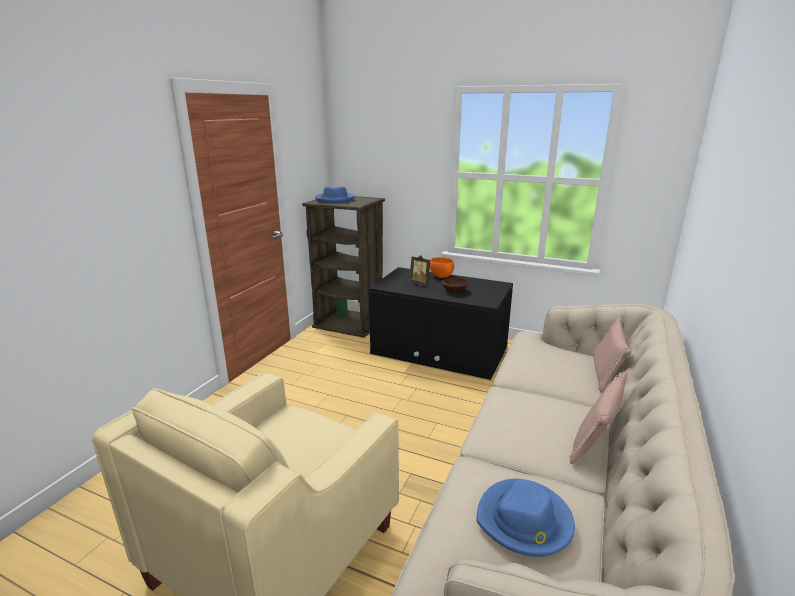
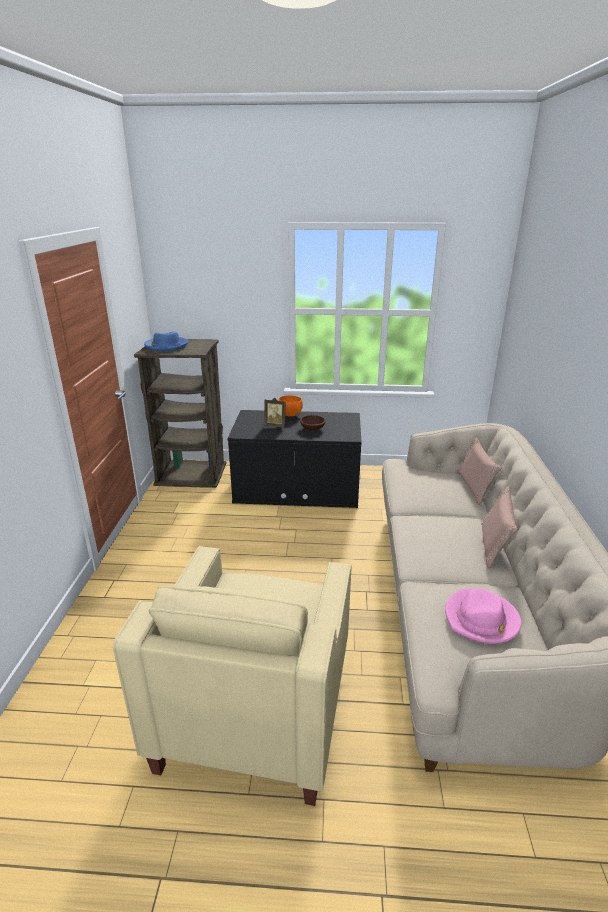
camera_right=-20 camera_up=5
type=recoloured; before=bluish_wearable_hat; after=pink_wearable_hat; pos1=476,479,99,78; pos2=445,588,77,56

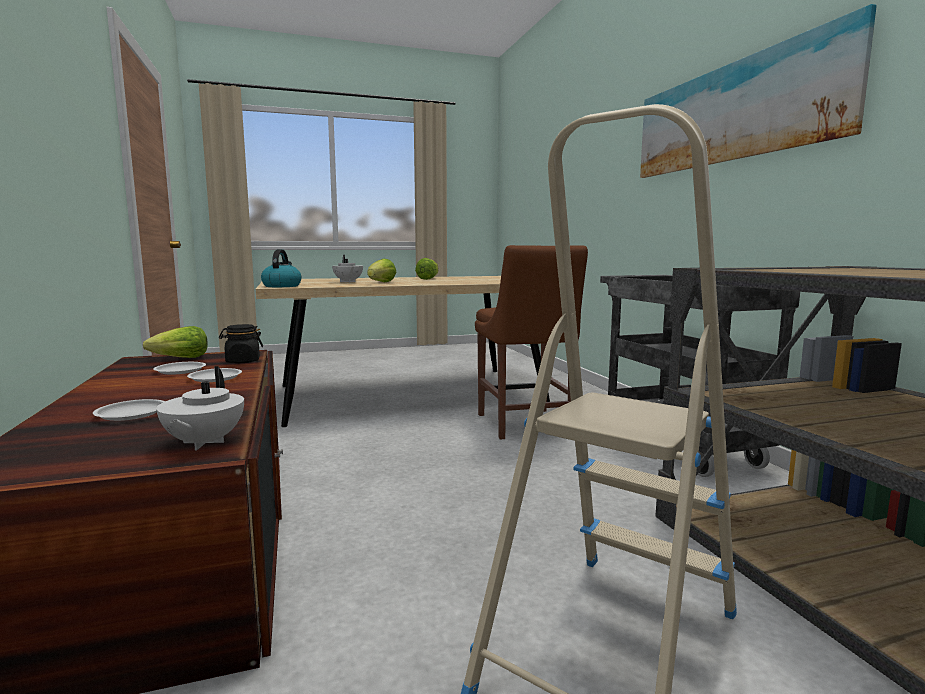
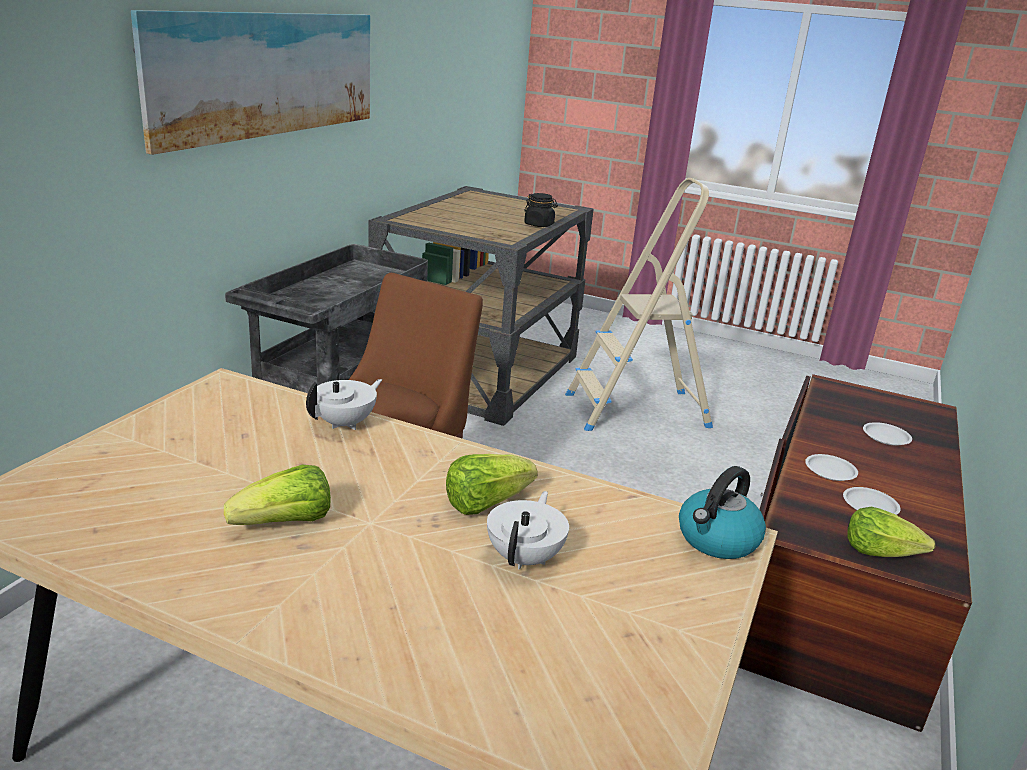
camera_right=-140 camera_up=15
type=moved; before=blackish_preserve_jar; pos1=219,324,44,39; pos2=524,193,34,34
type=moved; before=white_teapot; pos1=156,366,88,84; pos2=306,379,76,51

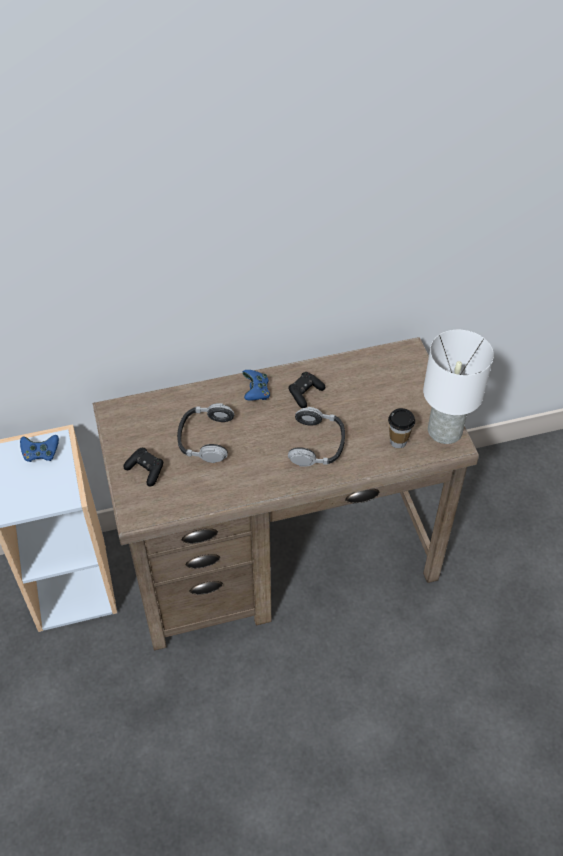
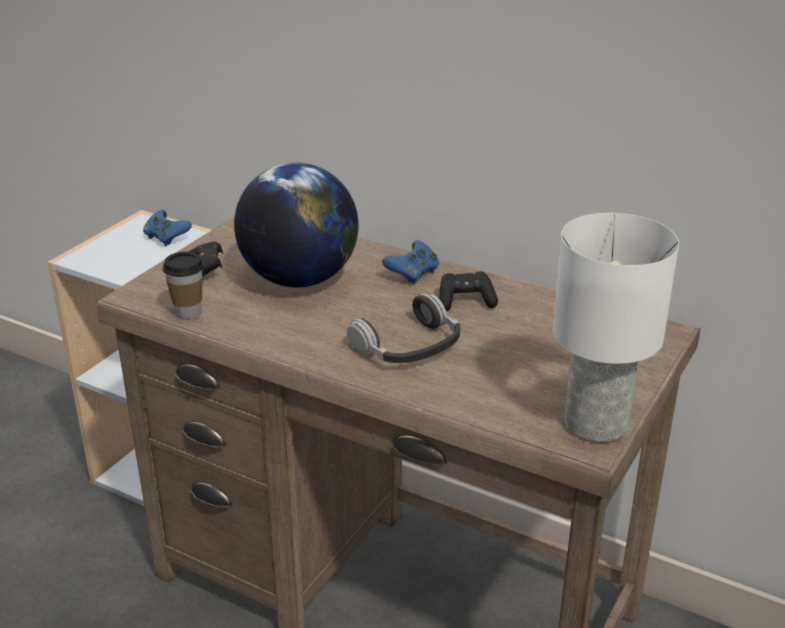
camera_right=45 camera_up=-20
type=replaced; before=headphones; after=globe; pos1=177,403,57,60; pos2=234,163,125,125
type=moved; before=cup; pos1=388,408,27,40; pos2=162,252,42,67

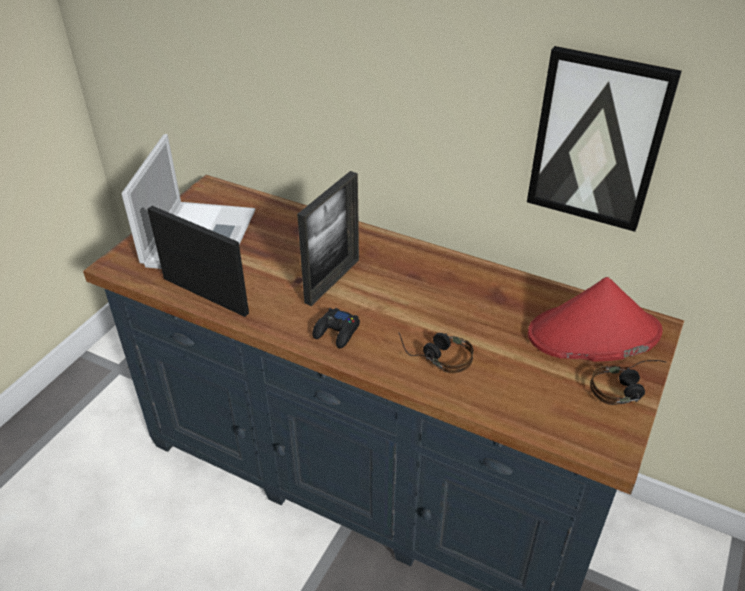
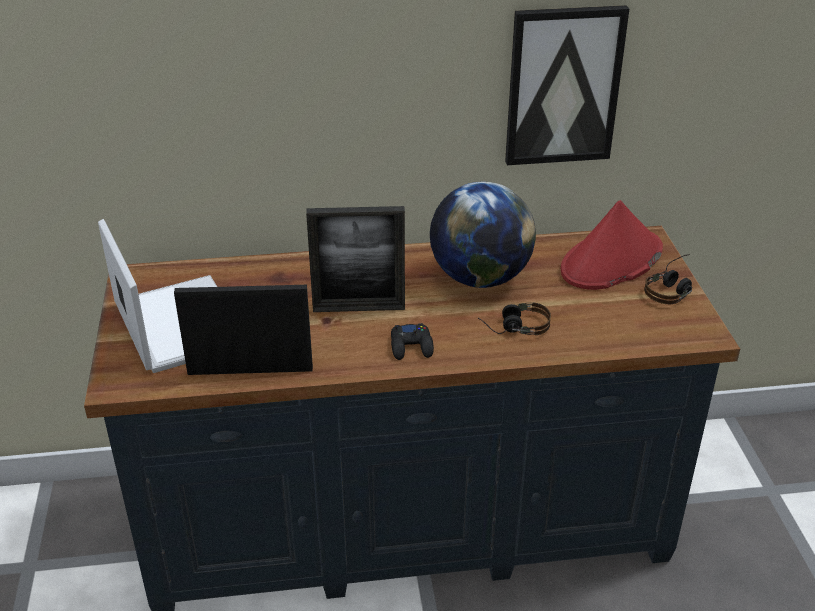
camera_right=-35 camera_up=-5
type=turned; before=photo_frame; pos1=297,171,62,135; pos2=306,206,99,106; turn=90
type=added; after=globe; pos2=430,182,106,106

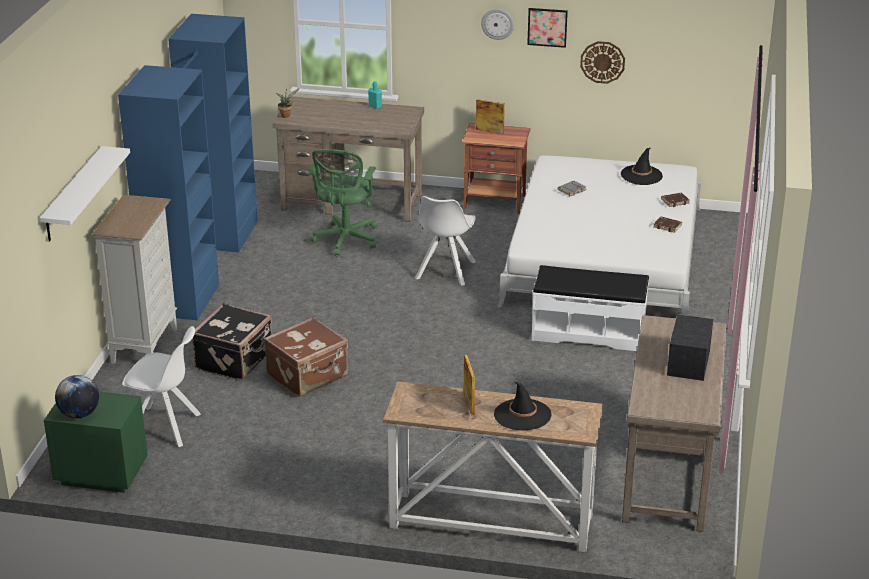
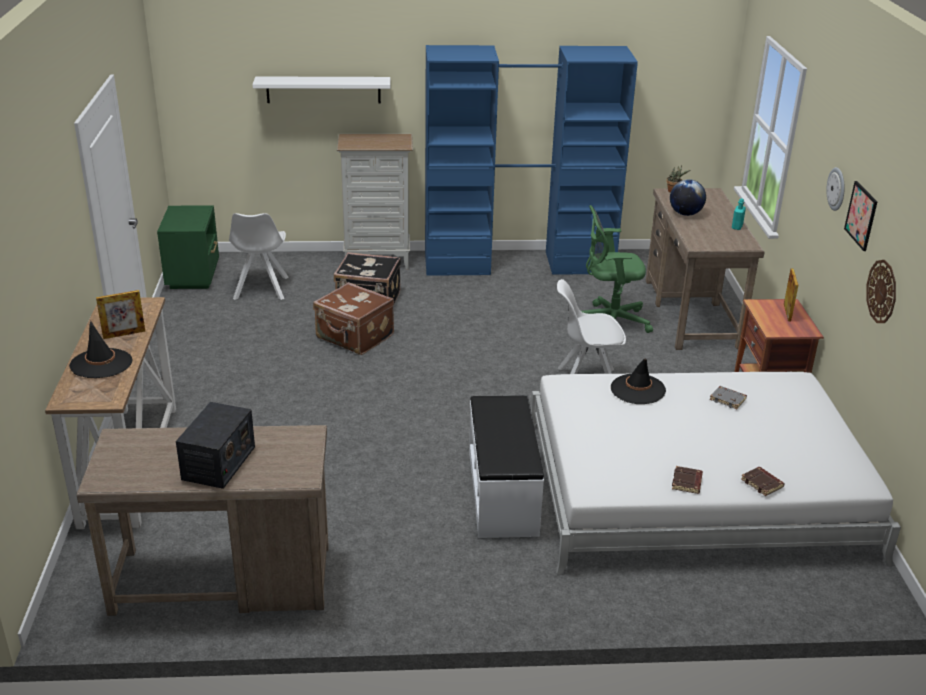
camera_right=75 camera_up=0
type=moved; before=blackish_wearable_hat; pos1=621,148,42,37; pos2=611,359,55,45
type=turned; before=radio_receiver; pos1=667,314,46,67; pos2=176,402,79,87; turn=105
type=moved; before=globe; pos1=55,375,44,43; pos2=670,179,36,37

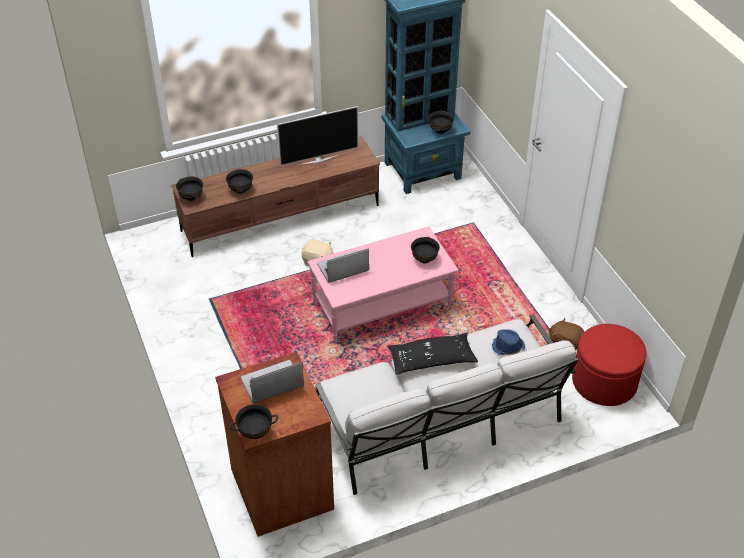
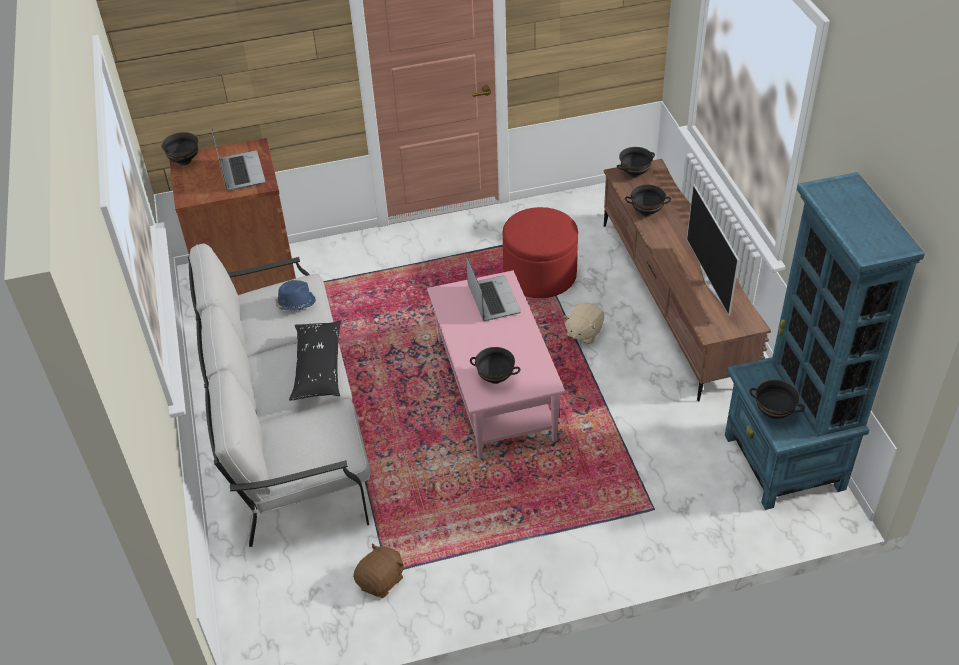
camera_right=100 camera_up=0
type=moved; before=red_ottoman; pos1=572,324,74,82; pos2=502,207,76,91
type=moved; before=bluish_wearable_hat; pos1=492,329,33,27; pos2=275,280,41,31

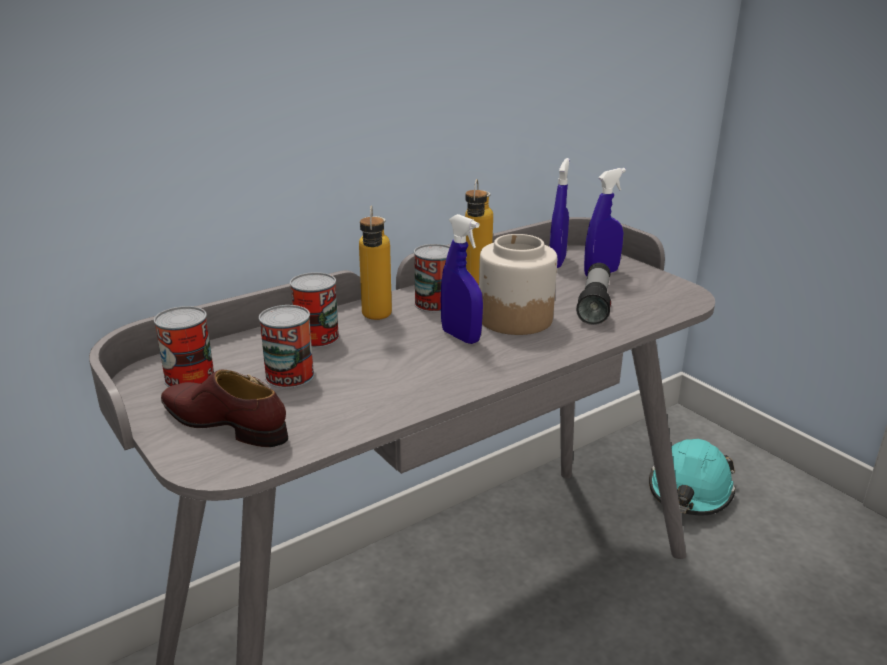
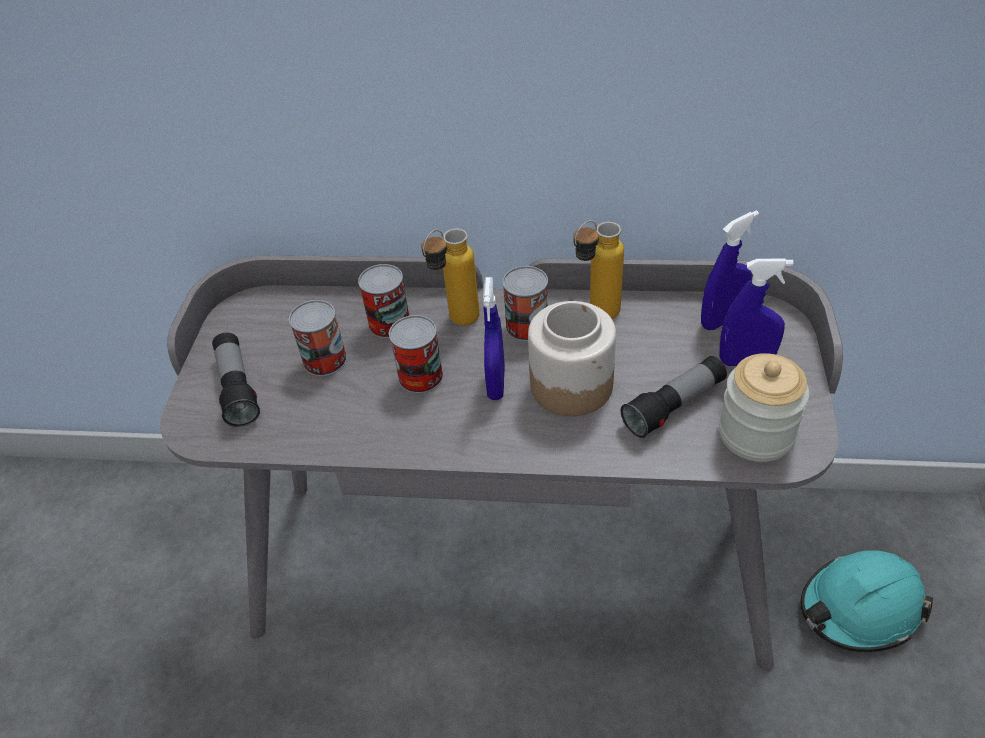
camera_right=45 camera_up=20
type=moved; before=metal_can; pos1=154,306,60,81; pos2=389,315,54,79
type=replaced; before=brownish_low_shoe; after=torch; pos1=161,370,127,77; pos2=212,333,48,94
type=added; after=preserve_jar; pos2=719,353,90,109

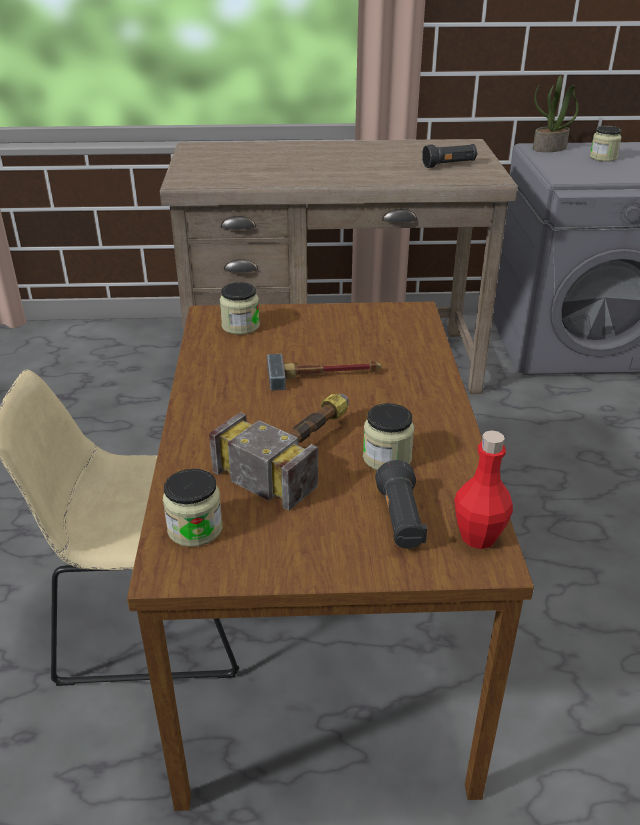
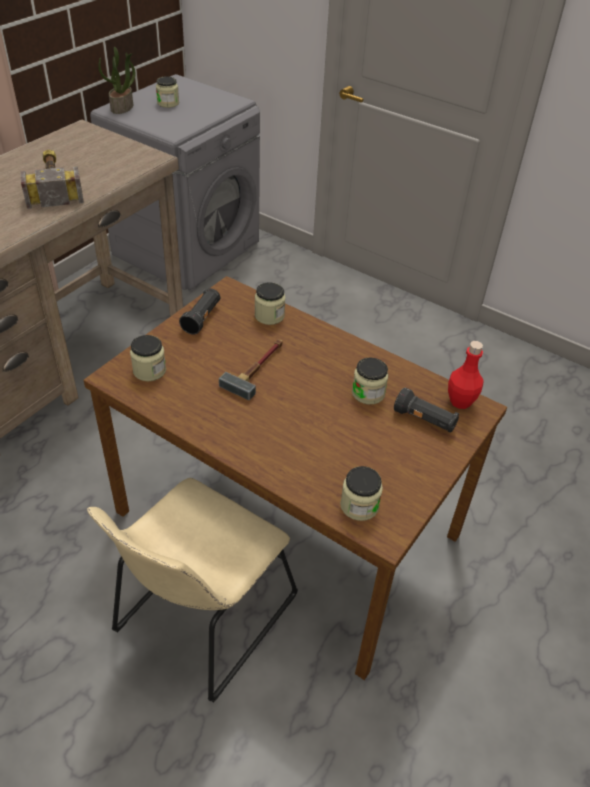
camera_right=-55 camera_up=10
type=moved; before=blackish_torch; pos1=422,144,55,24; pos2=179,288,41,46
type=moved; before=hand_hammer; pos1=209,394,140,117; pos2=21,149,63,60
type=added; after=preserve_jar; pos2=255,282,30,43

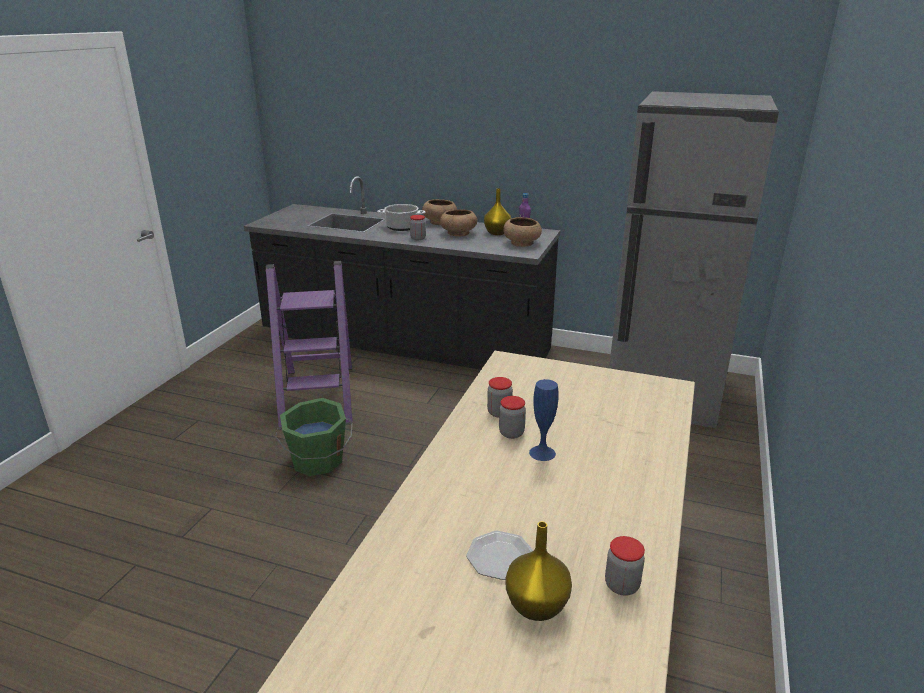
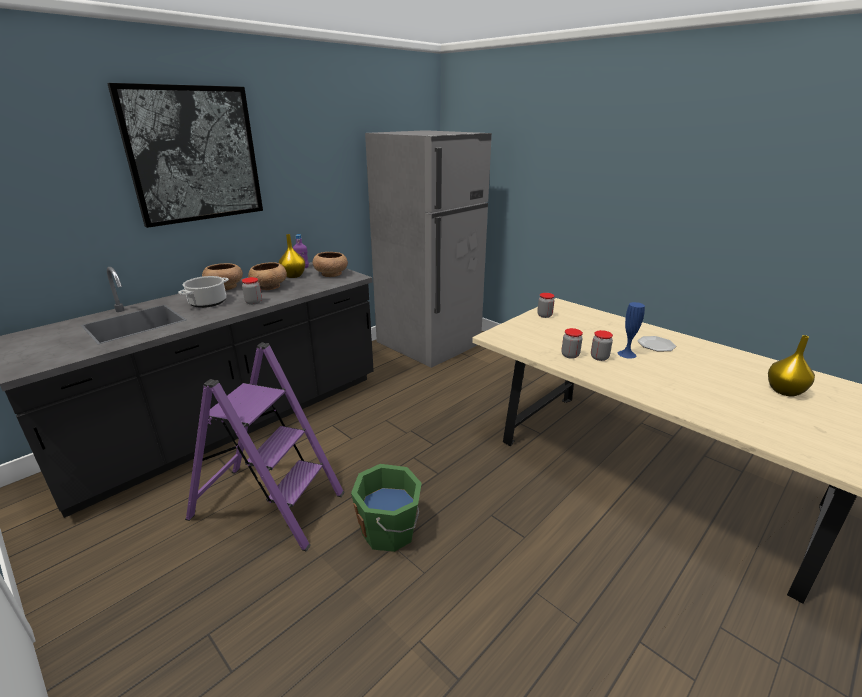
camera_right=-65 camera_up=0
type=moved; before=dinner_plate; pos1=466,531,67,49; pos2=638,336,38,15
type=moved; before=preserve_jar; pos1=605,536,40,60; pos2=537,293,18,25
type=added; after=picture; pos2=107,83,156,145

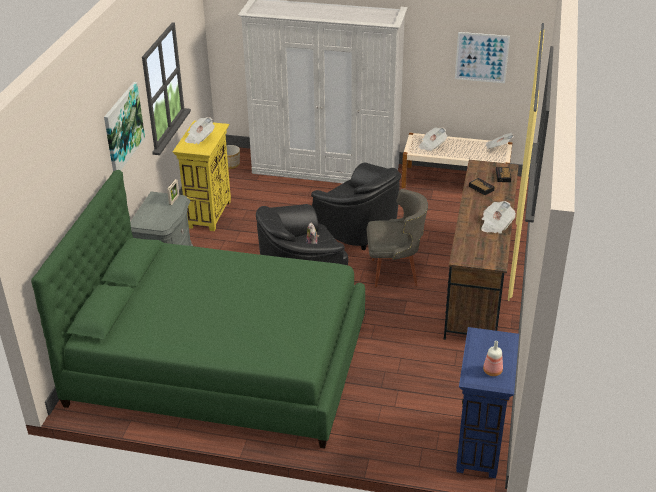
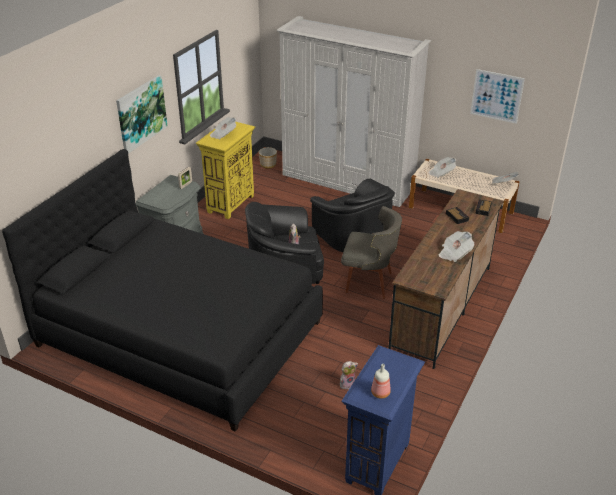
camera_right=15 camera_up=0
type=recoloured; before=green_bed; after=blackish_bed; pos1=31,170,334,278; pos2=2,149,321,283
type=added; after=soft_toy; pos2=340,361,18,28

